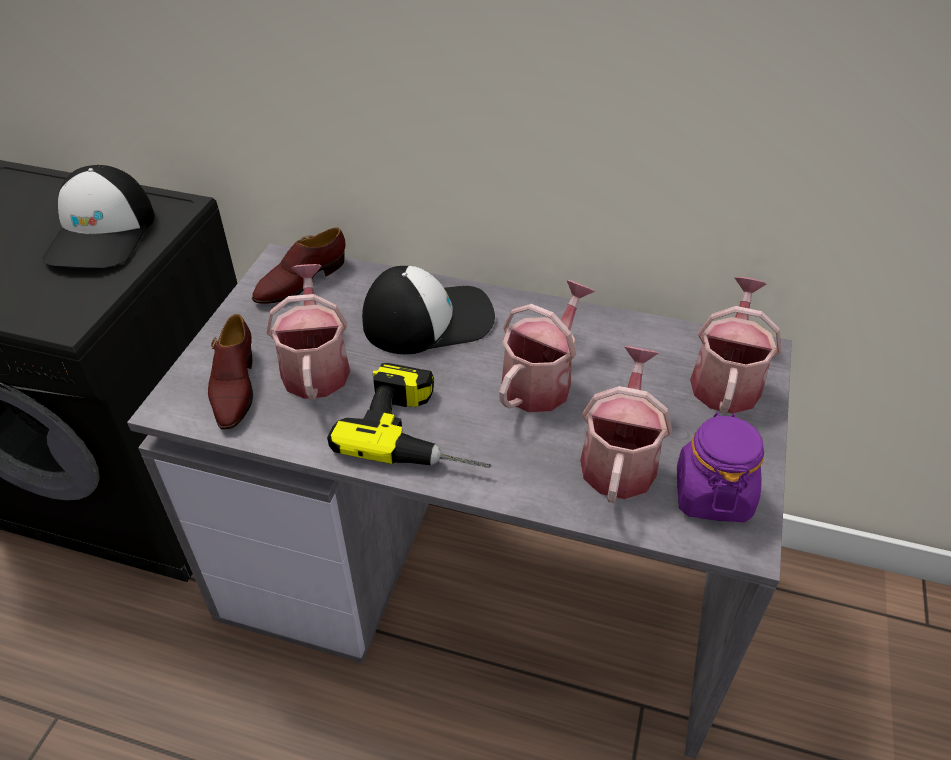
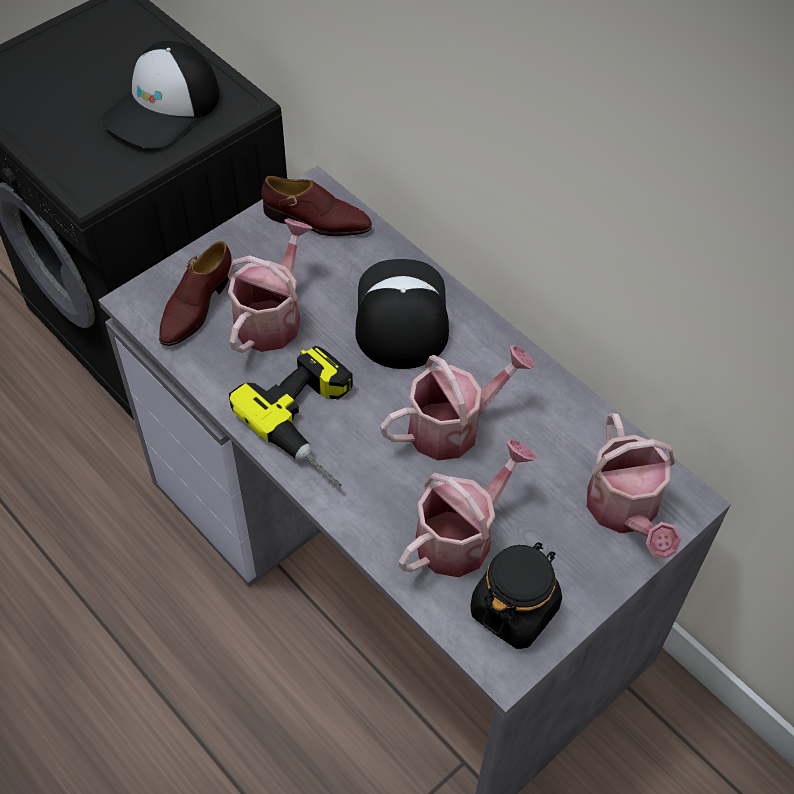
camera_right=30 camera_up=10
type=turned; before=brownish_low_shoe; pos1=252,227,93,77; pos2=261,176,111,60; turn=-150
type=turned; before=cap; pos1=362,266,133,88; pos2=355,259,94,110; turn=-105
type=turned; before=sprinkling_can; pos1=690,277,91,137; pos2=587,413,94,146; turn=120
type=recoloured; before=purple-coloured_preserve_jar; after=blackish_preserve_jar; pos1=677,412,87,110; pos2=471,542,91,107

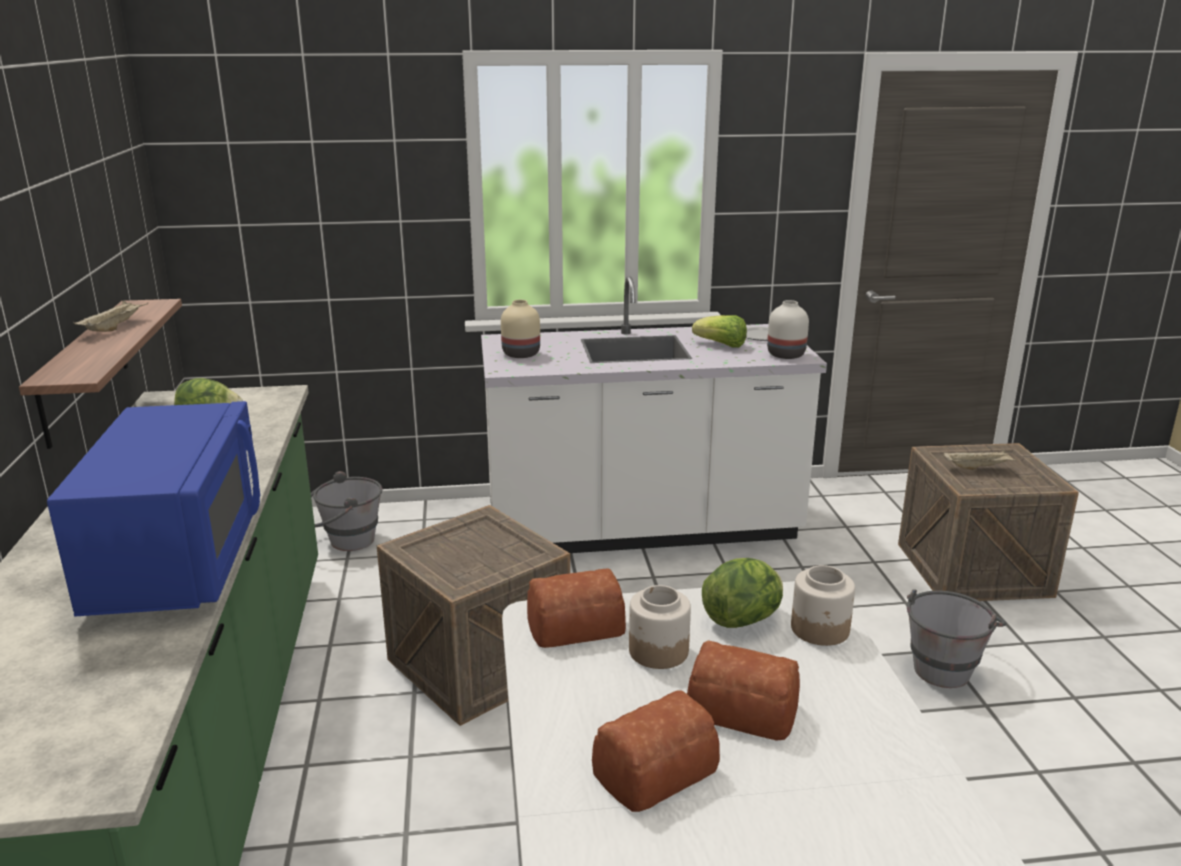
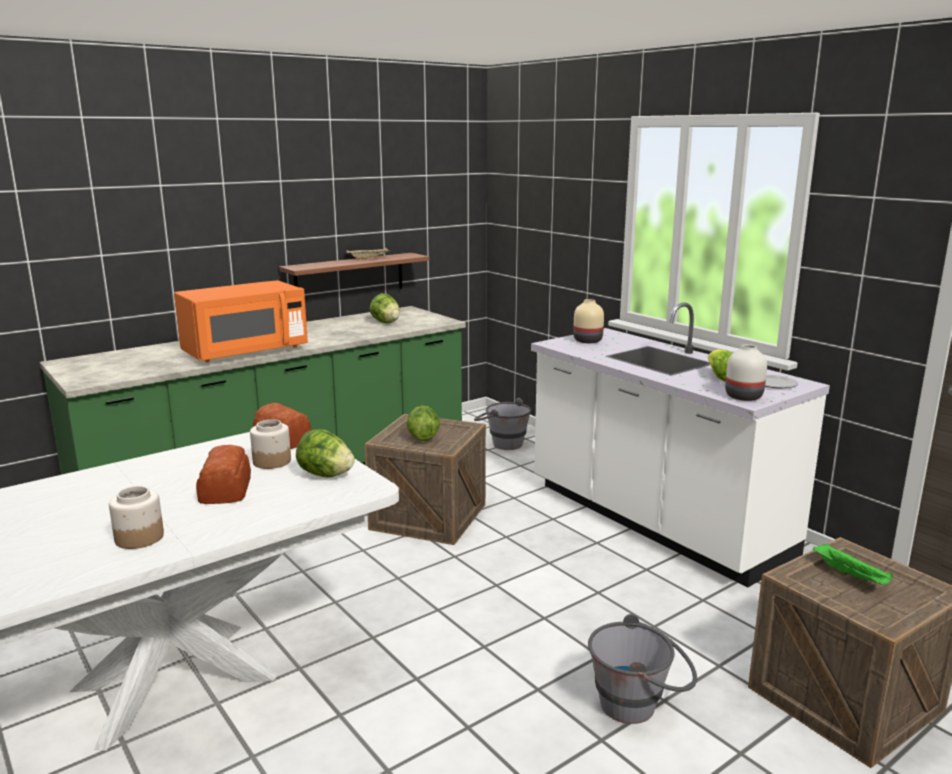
camera_right=60 camera_up=-5
type=recoloured; before=bluish_microwave_oven; after=orange_microwave_oven; pos1=47,401,214,216; pos2=174,280,134,82
type=recoloured; before=sand-coloured_carrying_tray; after=green_carrying_tray; pos1=944,450,72,20; pos2=813,543,80,41
type=moved; before=preserve_jar; pos1=791,565,64,81; pos2=109,486,55,63
type=removed; before=bakery_bread; pos1=592,690,128,122
type=added; after=lettuce_head; pos2=406,405,34,36

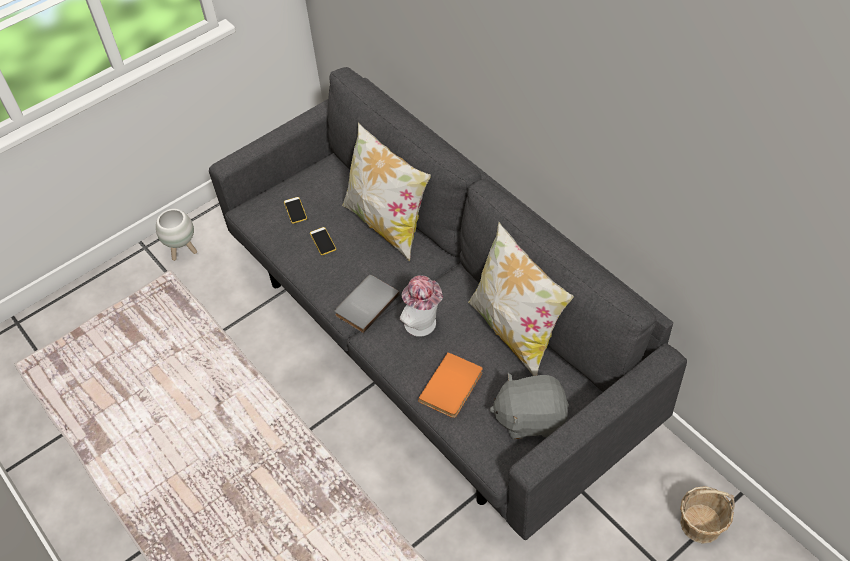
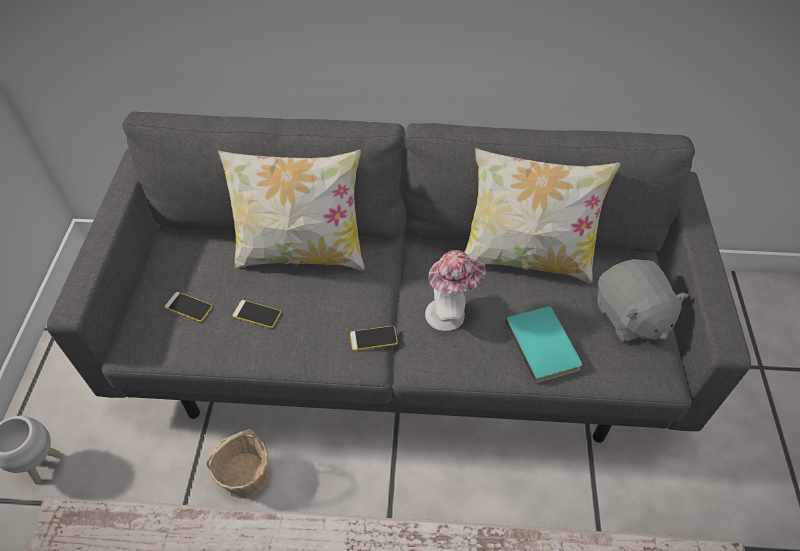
camera_right=-50 camera_up=0
type=replaced; before=greyish_volume; after=telephone; pos1=335,275,65,58; pos2=350,326,48,25
type=recoloured; before=orange_volume; after=blue-green_volume; pos1=418,352,64,66; pos2=505,306,77,78
type=turned; before=greyish_soft_toy; pos1=490,372,79,67; pos2=597,259,92,82; turn=-60
type=moved; before=household_basket; pos1=680,486,55,58; pos2=206,429,62,69

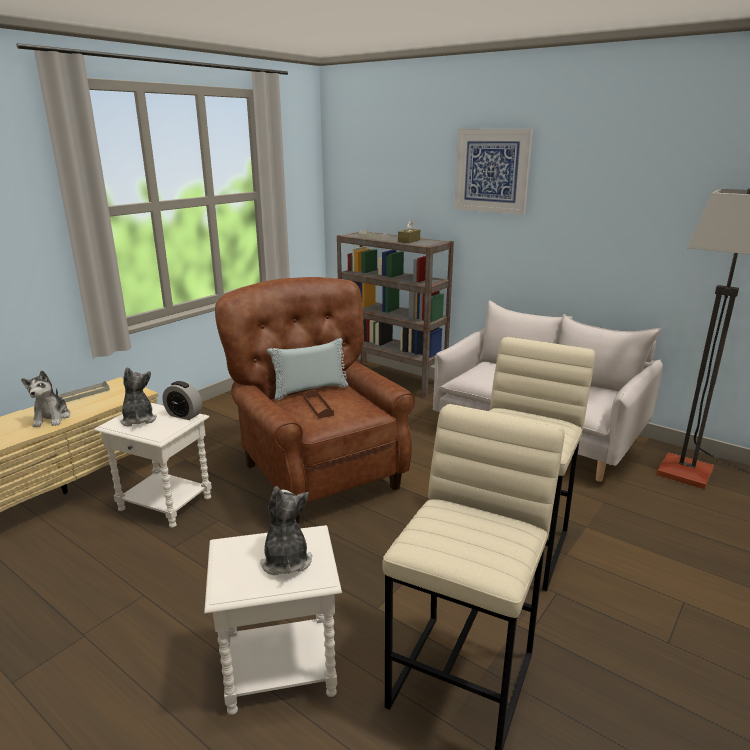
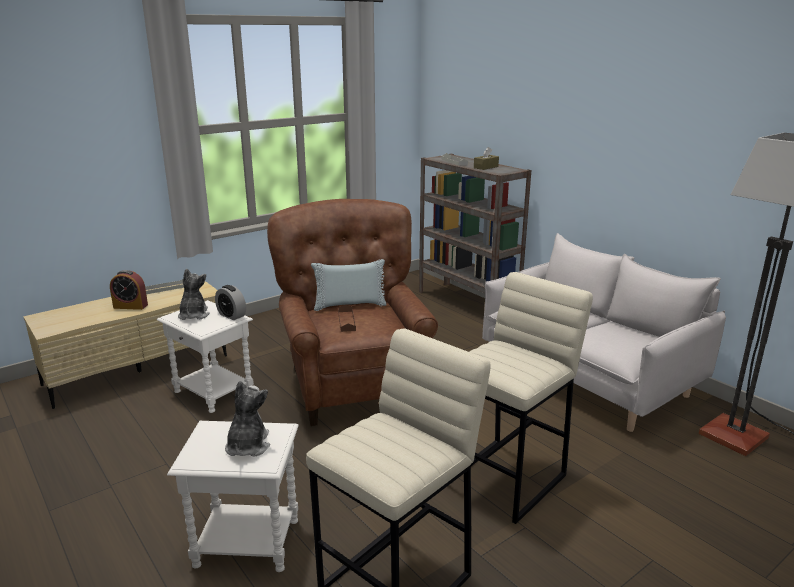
camera_right=15 camera_up=0
type=removed; before=picture; pos1=454,129,79,86
type=replaced; before=soft_toy; after=table_clock; pos1=21,370,49,57; pos2=110,270,38,40

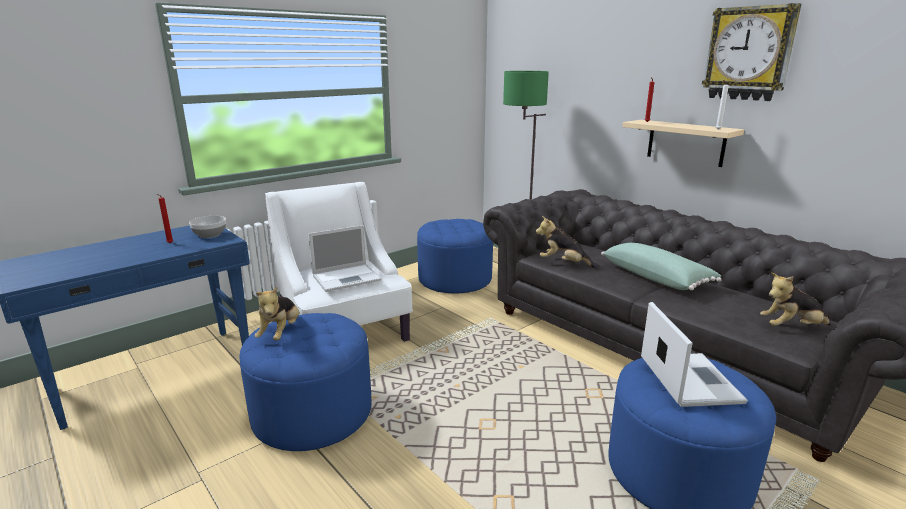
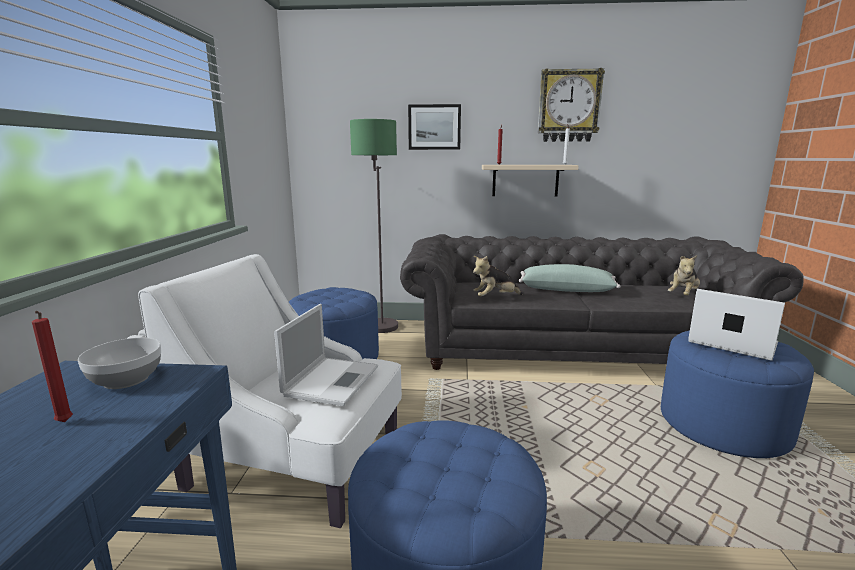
camera_right=-45 camera_up=-5
type=removed; before=soft_toy; pos1=255,286,44,54
type=added; after=picture; pos2=408,104,53,46

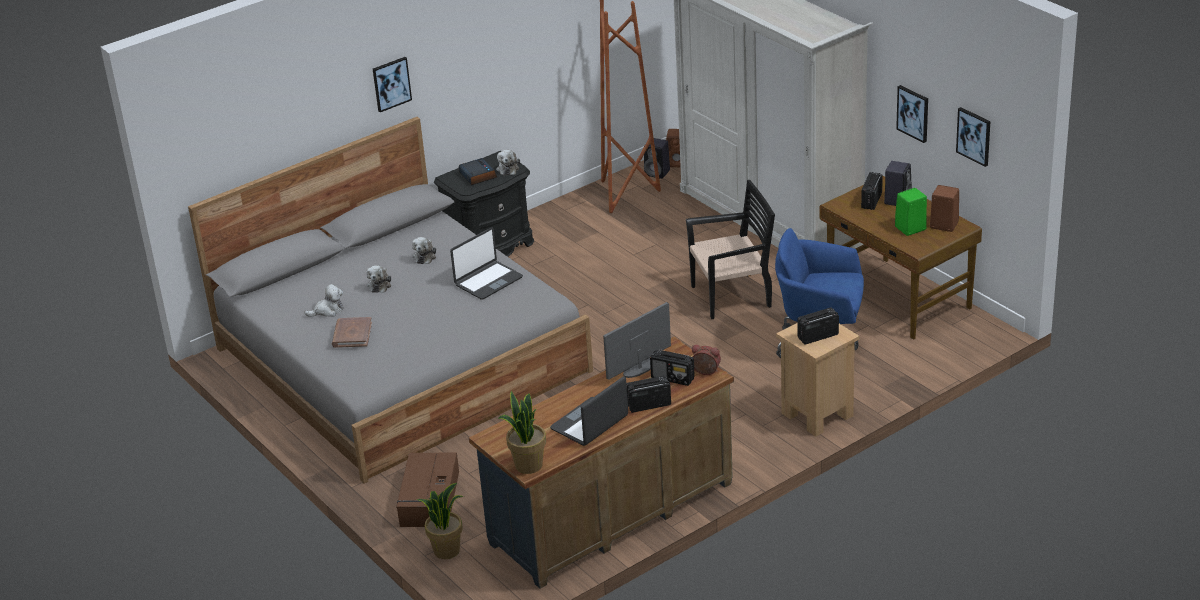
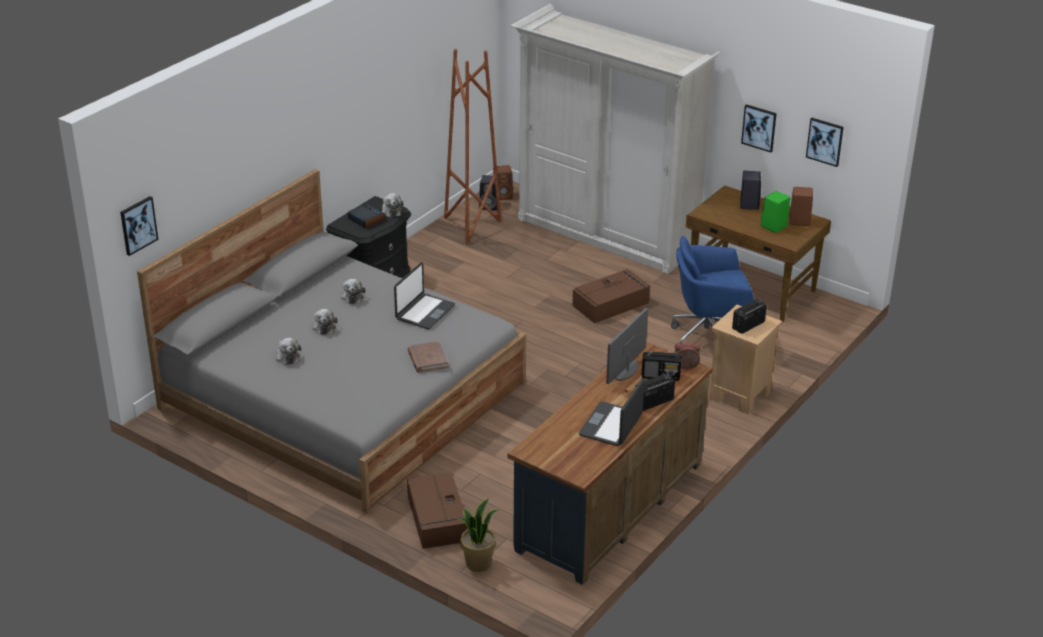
camera_right=-20 camera_up=0
type=moved; before=picture; pos1=373,57,39,55; pos2=120,196,38,60
type=removed; before=radio_receiver; pos1=861,172,22,38
type=replaced; before=blackish_armchair; after=brownish_storage_bin; pos1=686,180,89,139; pos2=572,269,79,54
type=turned; before=soft_toy; pos1=304,284,39,33; pos2=276,338,25,27; turn=105
type=moved; before=brownish_volume; pos1=332,317,40,31; pos2=408,341,41,32
type=removed; before=potted_plant; pos1=498,391,48,83

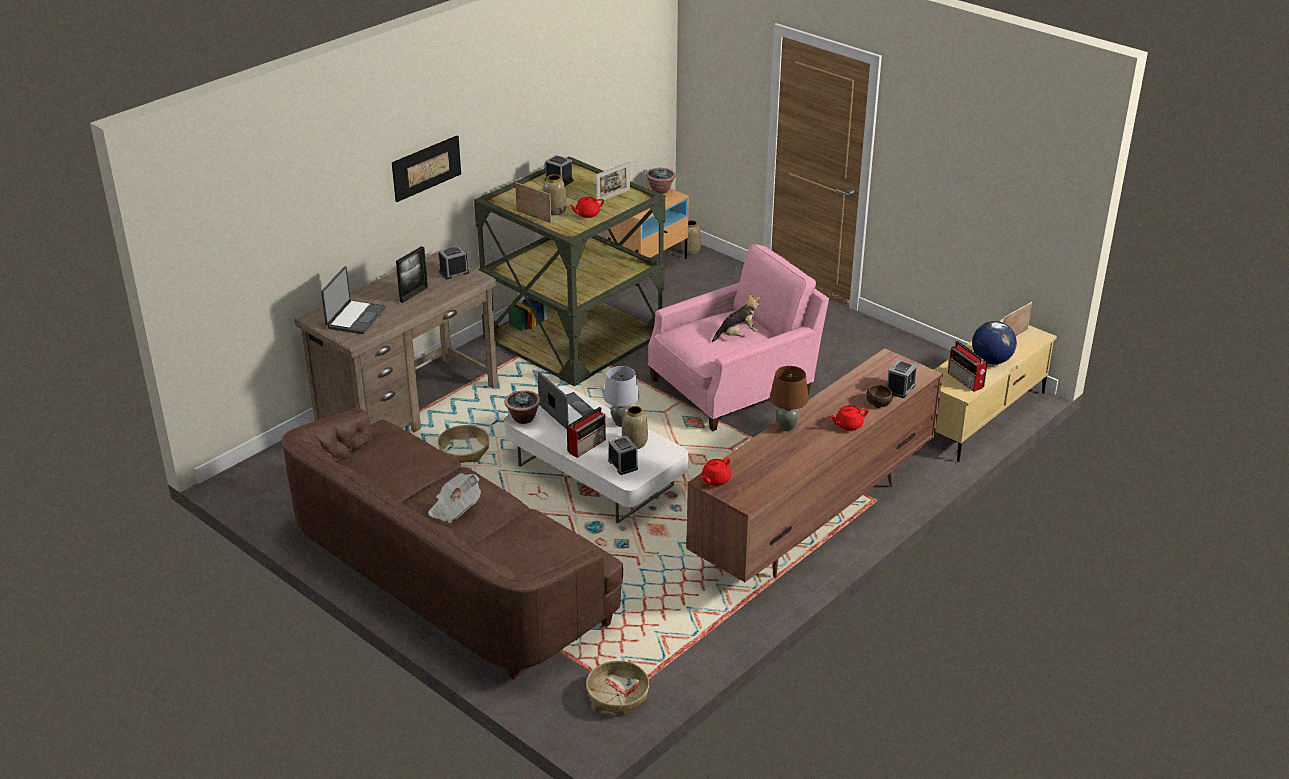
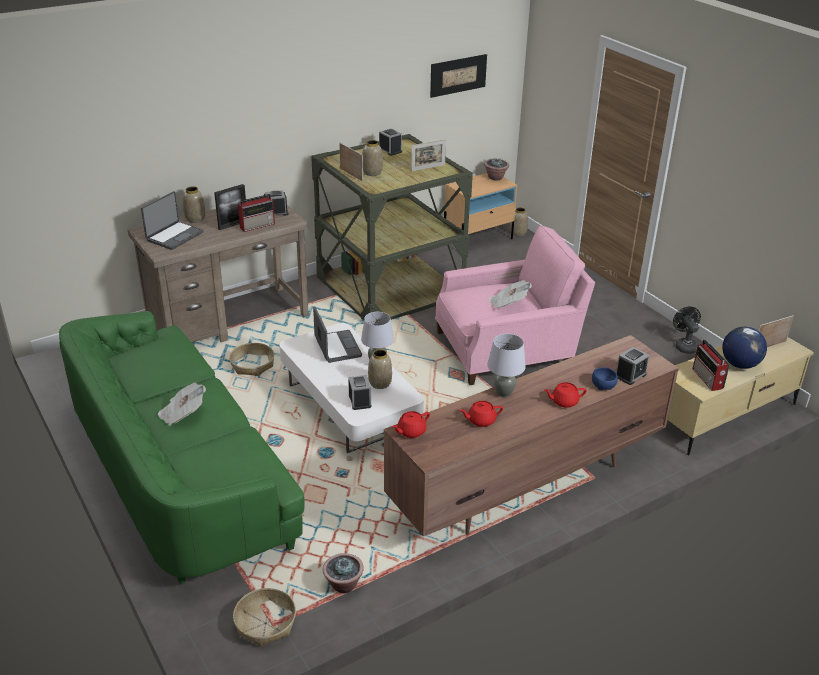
camera_right=15 camera_up=0
type=moved; before=picture; pos1=392,135,69,67; pos2=430,54,57,44
type=moved; before=red_teapot; pos1=569,197,35,21; pos2=460,401,43,26
type=replaced; before=soft_toy; after=printed_paper; pos1=712,293,48,49; pos2=488,280,44,29
type=recoloured; before=brownish_lamp_for_a_table; after=greyish_lamp_for_a_table; pos1=770,366,39,66; pos2=487,334,39,63
type=recoloured; before=brownish_bowl; after=bluish_bowl; pos1=867,384,26,24; pos2=592,367,26,23
type=moved; before=potted_plant; pos1=504,390,37,34; pos2=323,553,41,40
type=moved; before=radio_receiver; pos1=567,407,39,51; pos2=238,194,37,38
type=recoloured; before=brownish_settee; after=green_settee; pos1=281,408,342,271; pos2=59,311,246,274
type=added; after=decorative_vase; pos2=183,186,22,37
type=added; after=blackish_cooling_fan; pos2=673,307,28,47

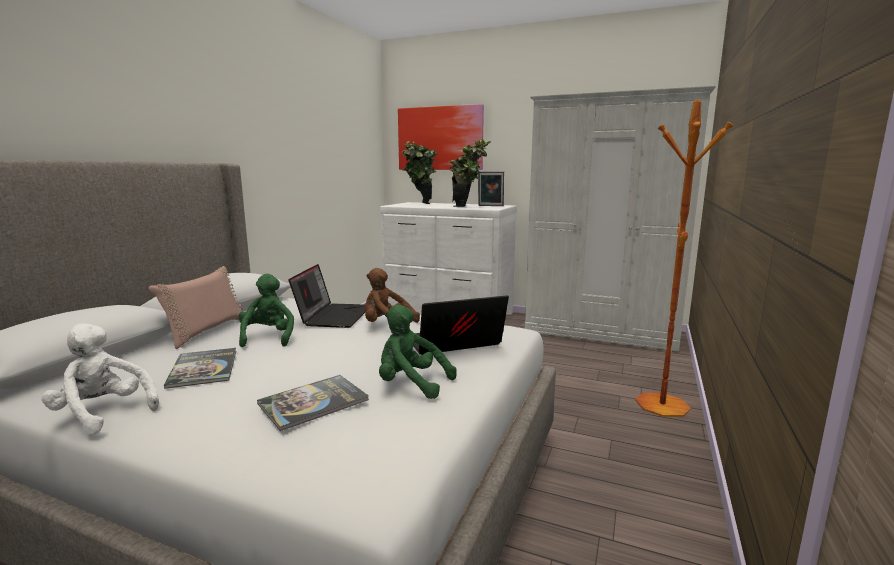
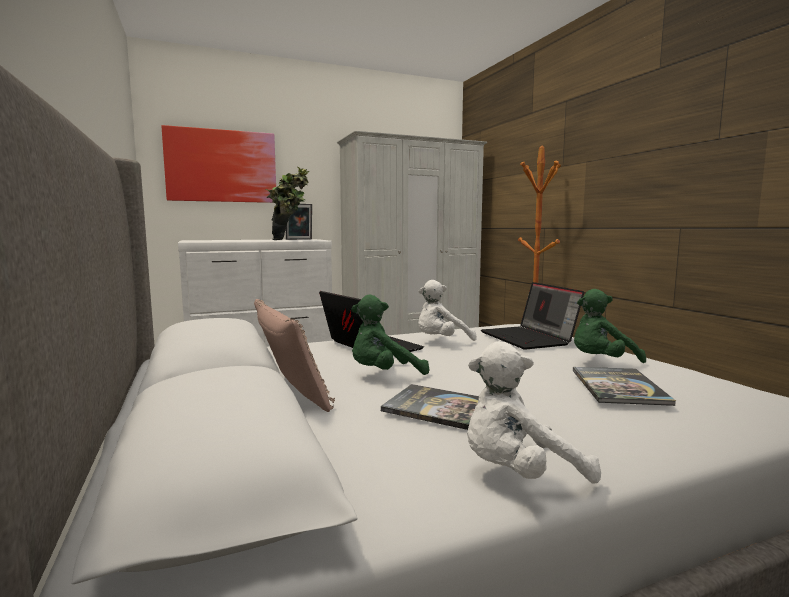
camera_right=-45 camera_up=-5
type=removed; before=potted_plant; pos1=402,141,36,63
type=recoloured; before=brownish_soft_toy; after=white_soft_toy; pos1=365,268,55,59; pos2=418,280,59,61
type=turned; before=green_soft_toy; pos1=239,274,55,73; pos2=351,295,78,80; turn=-60
type=turned; before=portable_computer; pos1=414,295,95,60; pos2=481,282,103,67; turn=-45

